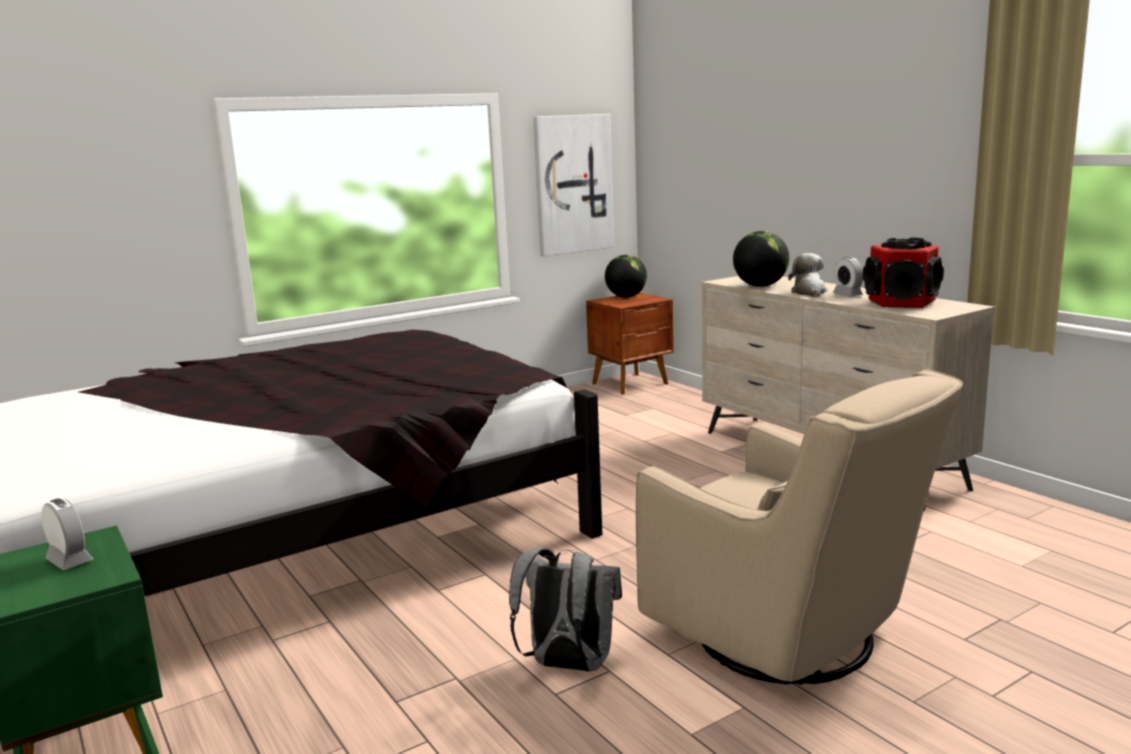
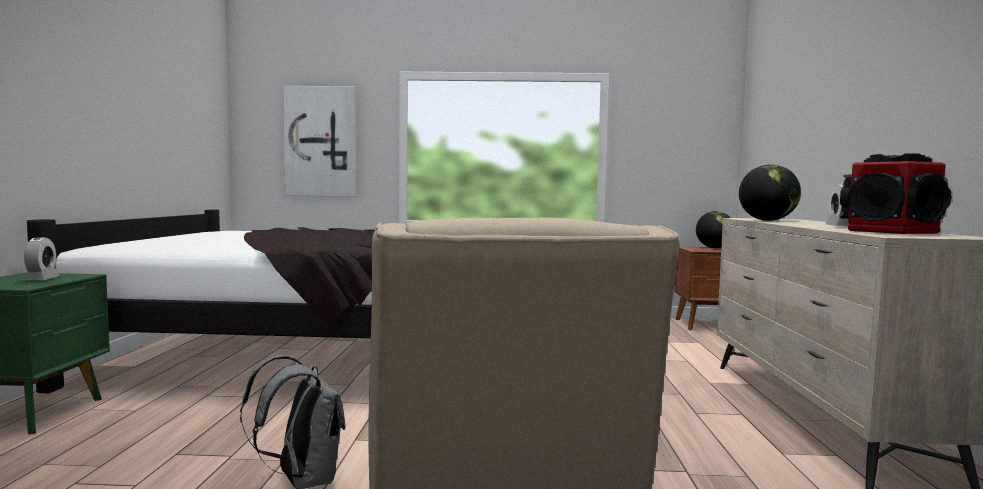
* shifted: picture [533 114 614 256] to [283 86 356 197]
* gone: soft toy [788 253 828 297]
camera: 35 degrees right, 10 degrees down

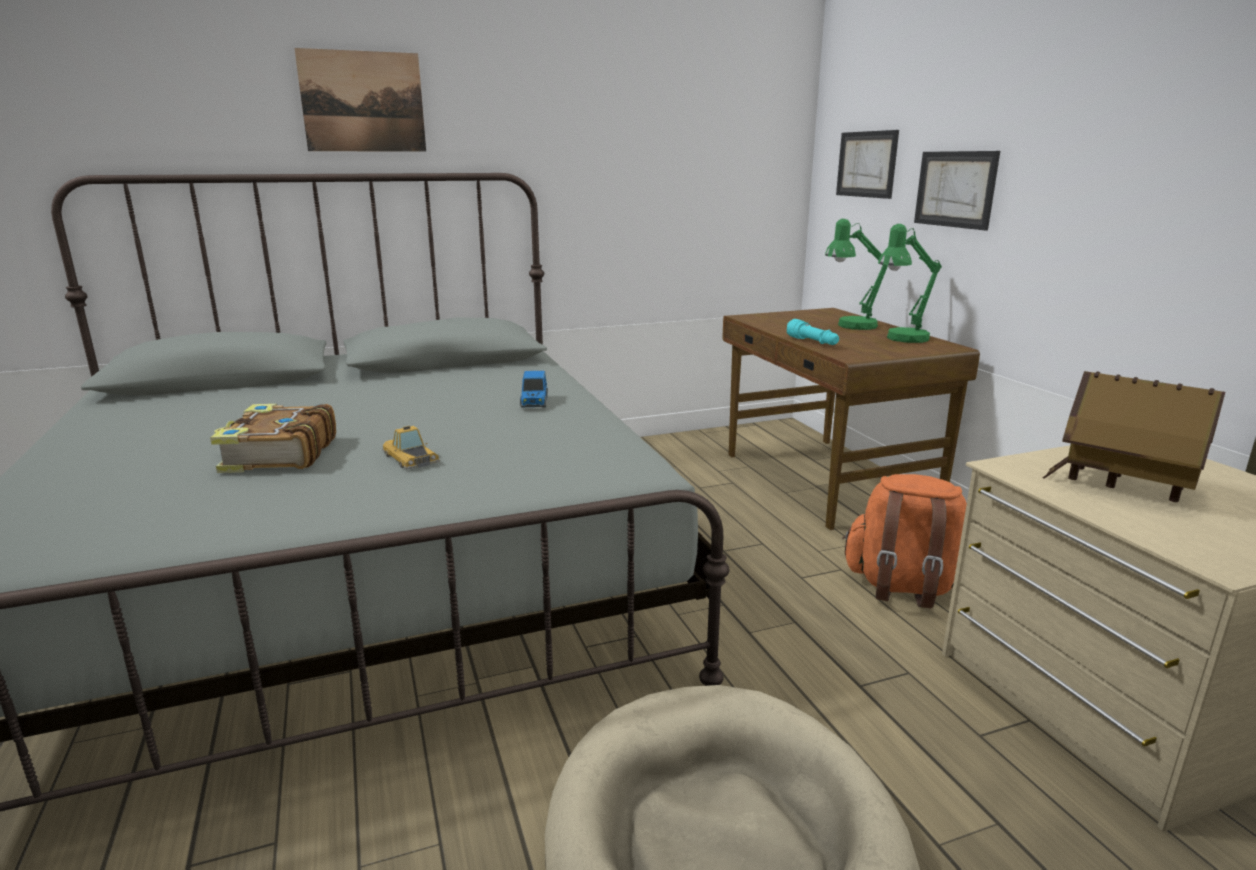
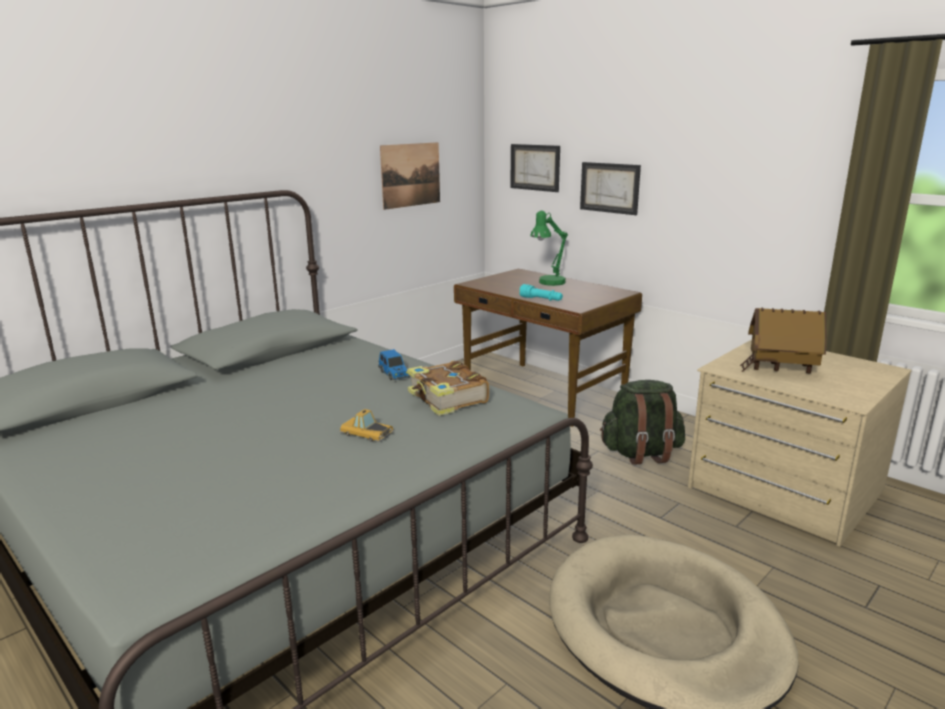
* shifted: picture [294 48 426 152] to [380 142 440 210]
* shifted: book [210 404 336 473] to [407 361 489 416]
* repainted: orange-coloured rucksack [842 474 967 609] to green rucksack [600 380 685 465]
* gone: green lamp for a table [878 224 942 343]
camera: 25 degrees left, 0 degrees up

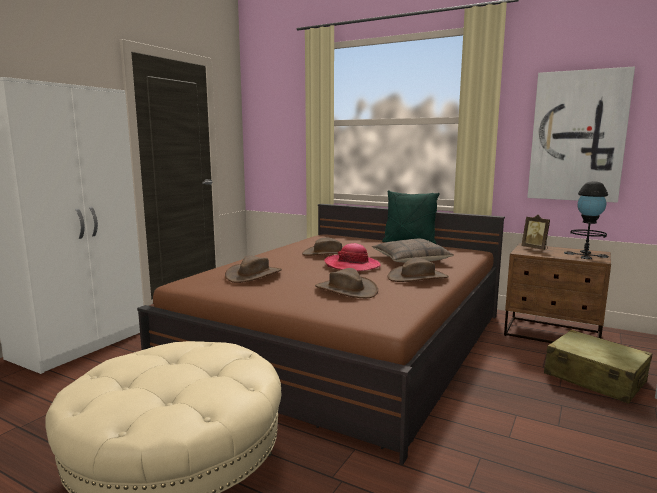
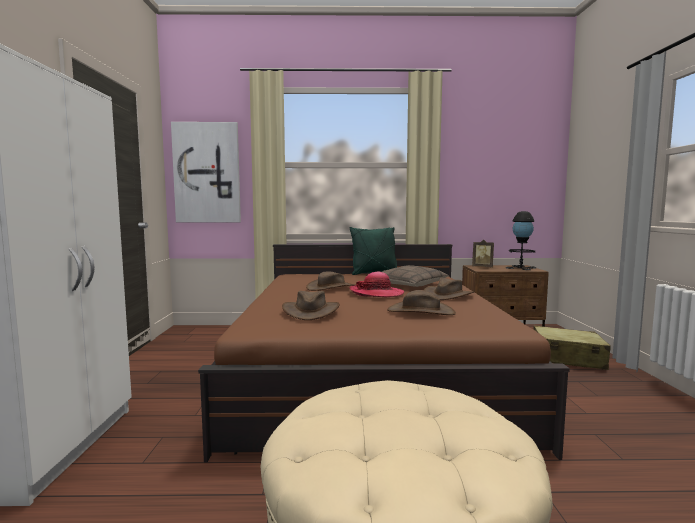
* shifted: picture [527 67 635 203] to [171 122 241 222]
camera: 30 degrees left, 5 degrees down

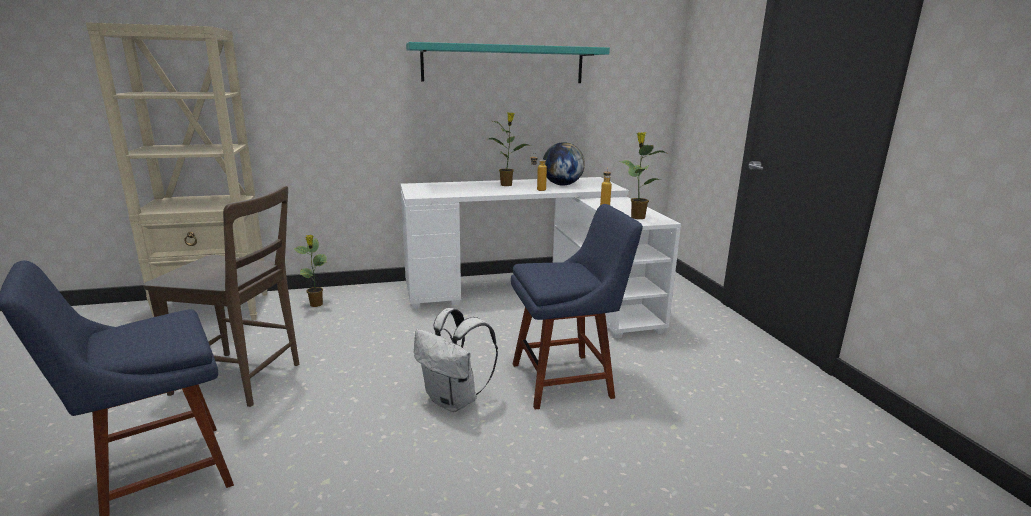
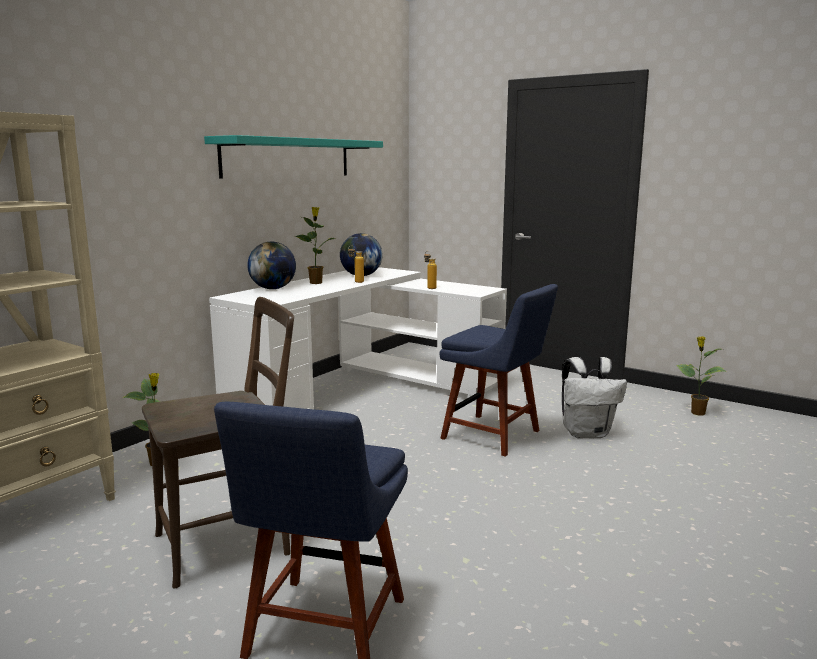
* new: world globe [247 242 296 289]
* rotated: bluish chair [511 204 643 410] = [439 284 558 457] 90 degrees clockwise
* shifted: whitish rucksack [414 308 498 412] to [562 357 627 438]
* shifted: houseplant [620 132 666 219] to [676 336 725 415]
camera: 40 degrees left, 5 degrees down

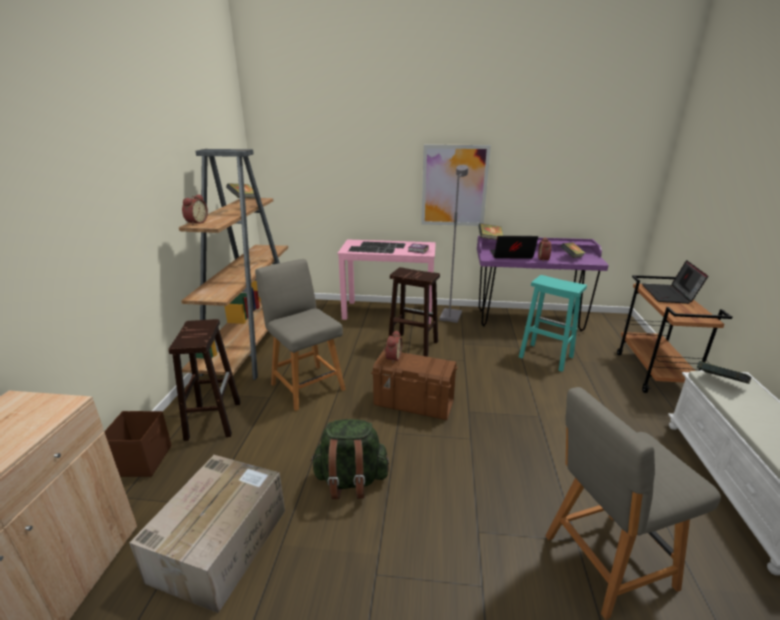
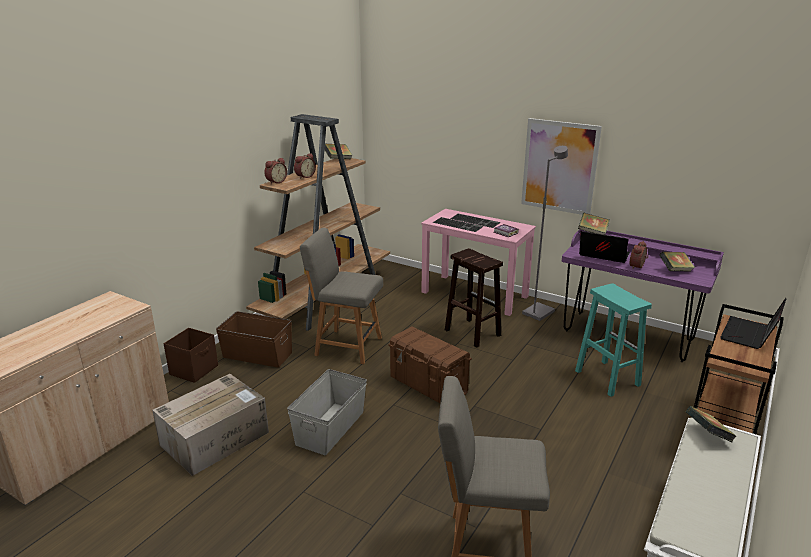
* swapped: brownish stool seat [168 319 240 441] to brownish storage box [216 311 292 368]
* swapped: green rucksack [311 419 389 499] to greyish storage box [287 369 367 455]
* shifted: bedside clock [384 331 402 363] to [294 153 316 179]
* rotated: greyish chair [255 259 346 411] = [300 228 383 364] 60 degrees counterclockwise
camera: 25 degrees right, 0 degrees up

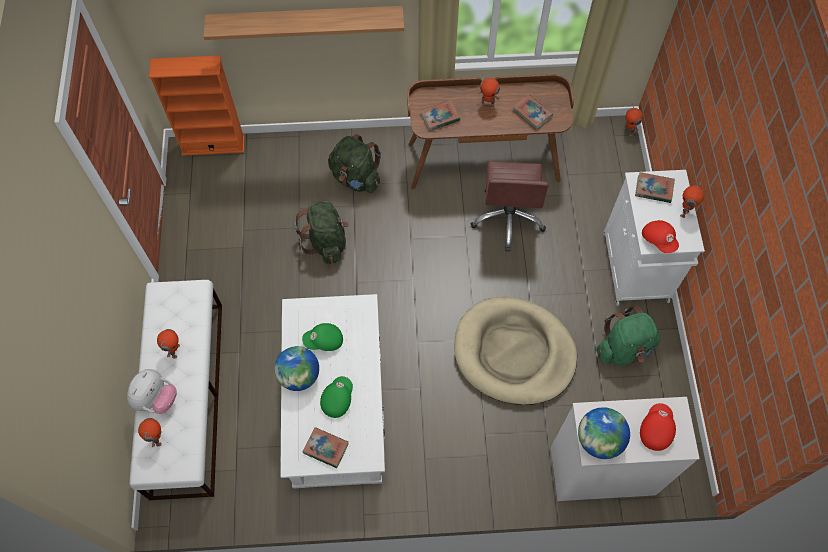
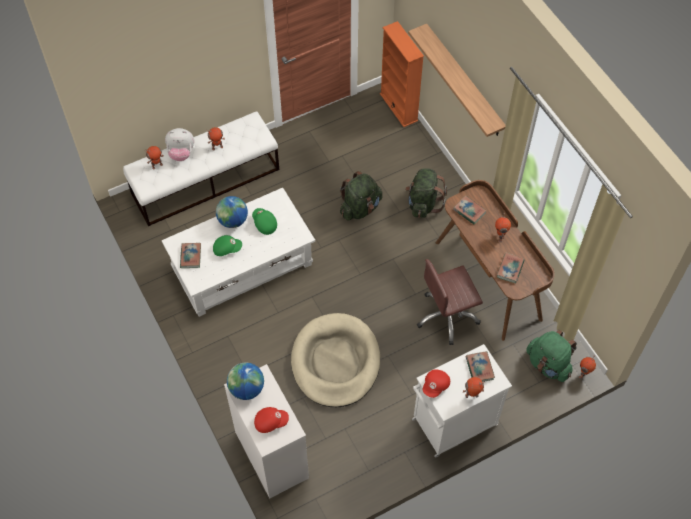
* shifted: green rucksack [596 305 661 366] to [526 330 577 382]
camera: 65 degrees right, 5 degrees down

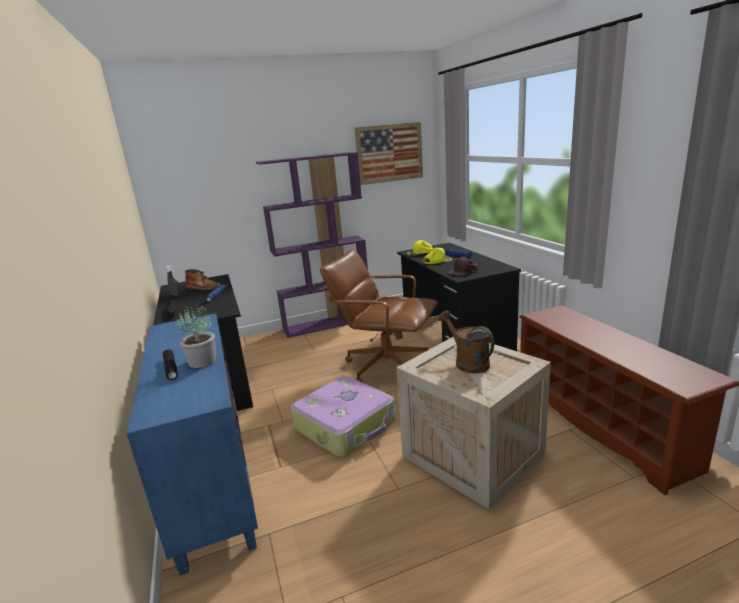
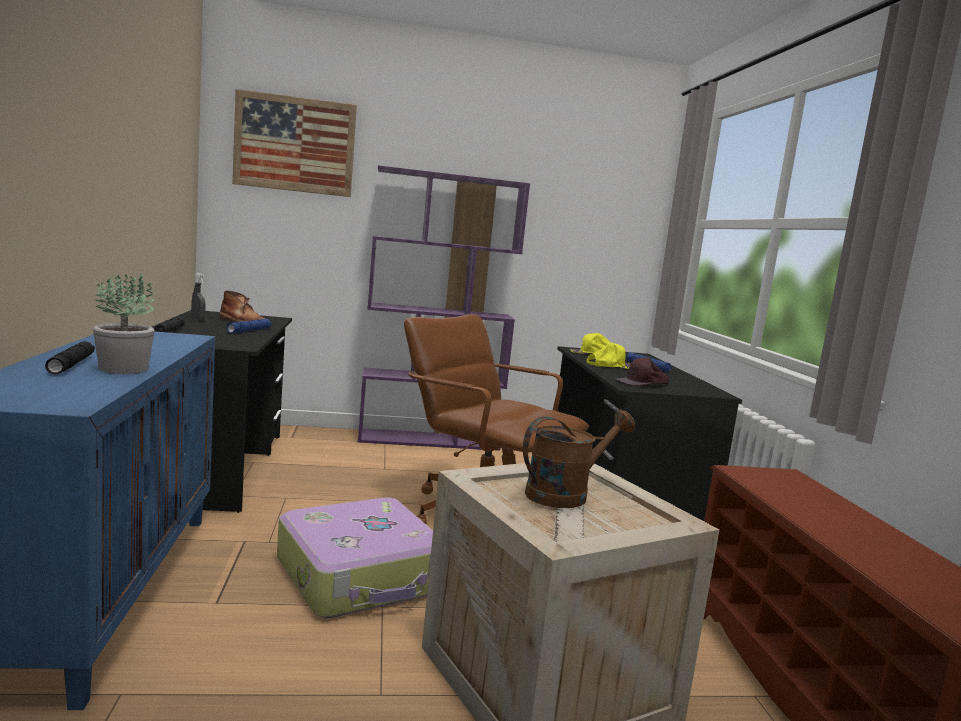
* shifted: picture [354 122 423 185] to [232 89 357 197]
* rotated: brownish watering pot [438 311 494 373] = [523 409 635 508] 75 degrees clockwise
camera: 10 degrees right, 10 degrees down

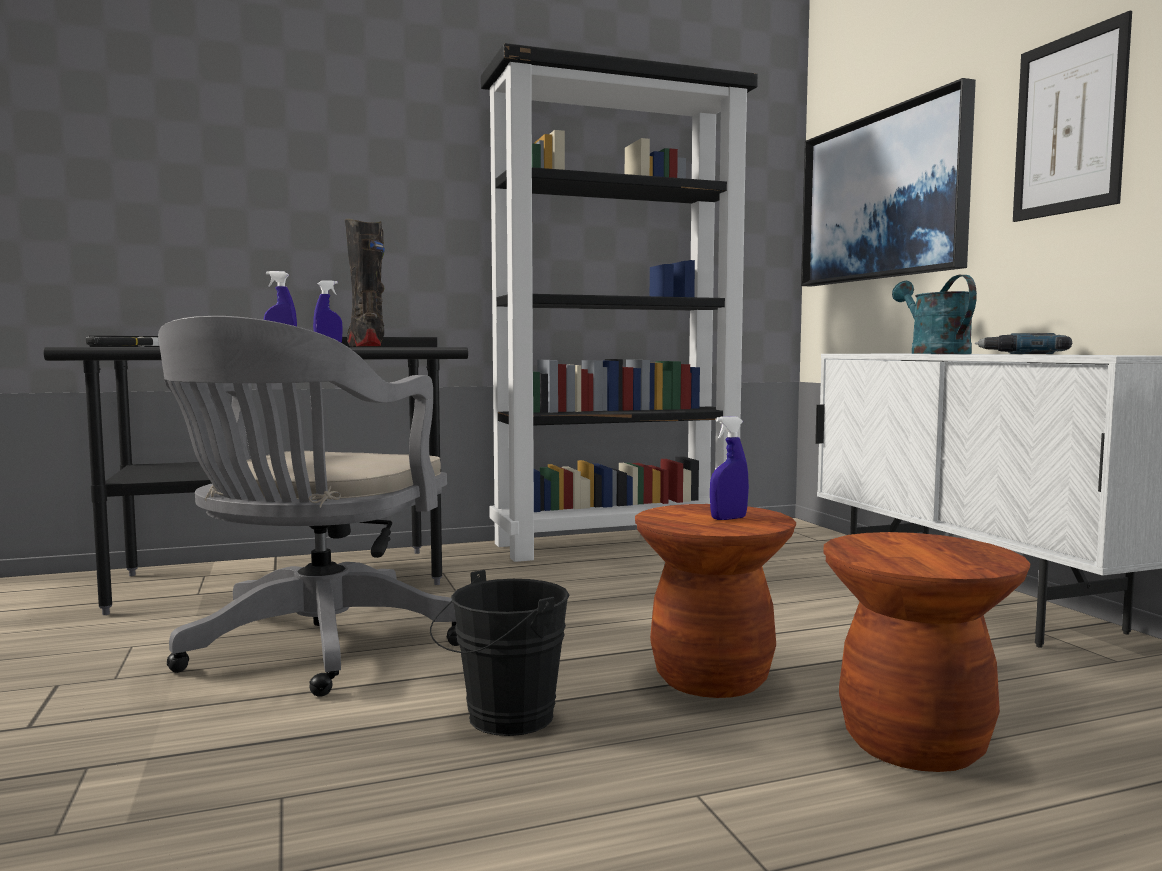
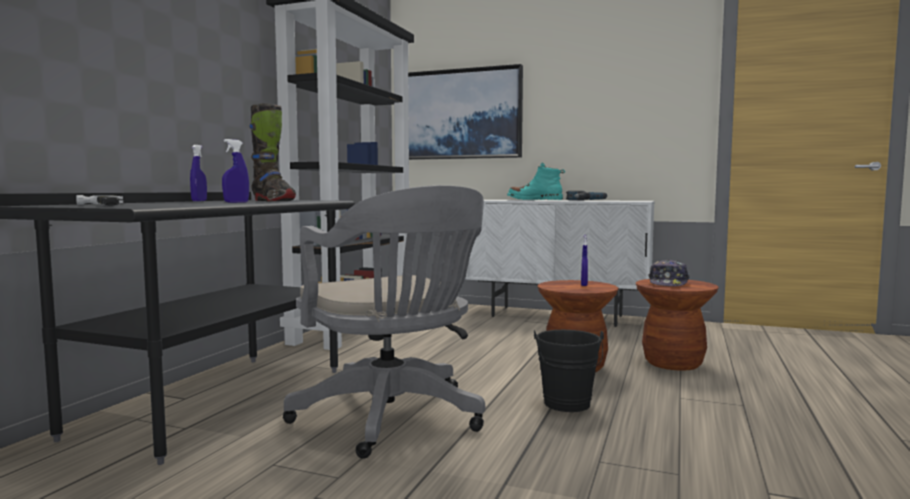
* rotated: blackish high-top boot [345 219 385 347] = [249 103 296 201] 150 degrees counterclockwise
* swapped: turquoise watering pot [892 275 977 354] to turquoise high-top boot [507 162 565 200]
* new: cap [649 259 690 286]
* gone: picture [1013 11 1132 222]
camera: 50 degrees left, 0 degrees up

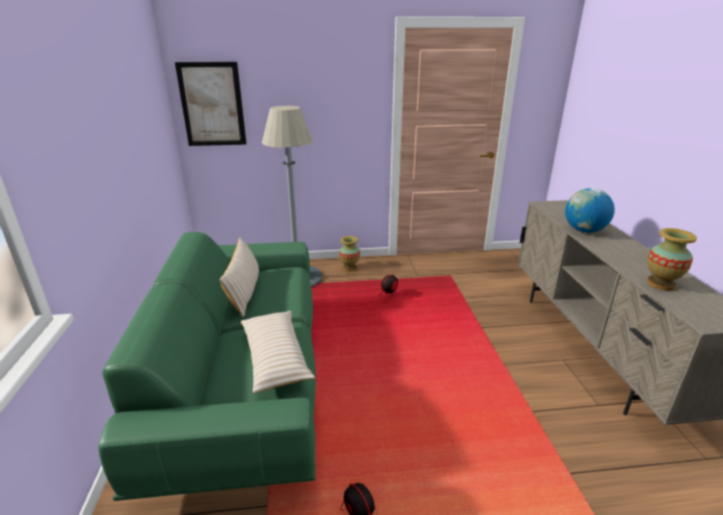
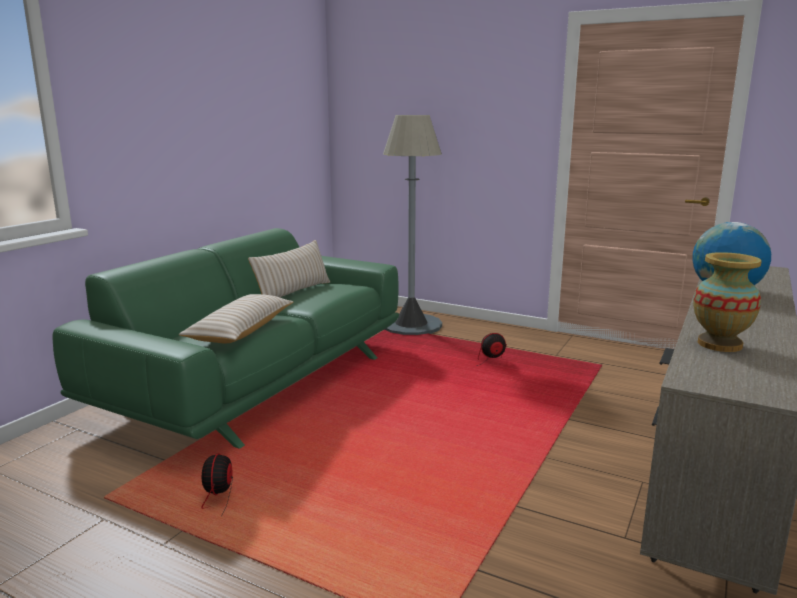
* gone: picture [175 62 246 146]
* gone: vase [339 236 360 271]
camera: 35 degrees right, 10 degrees down

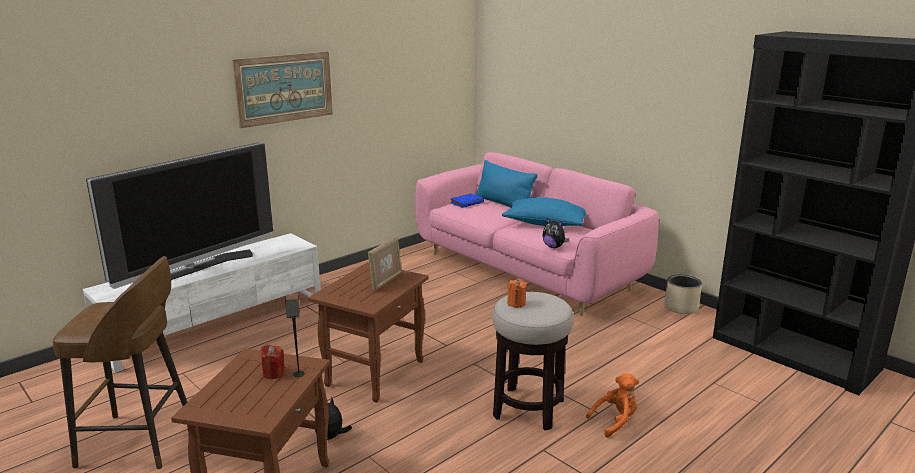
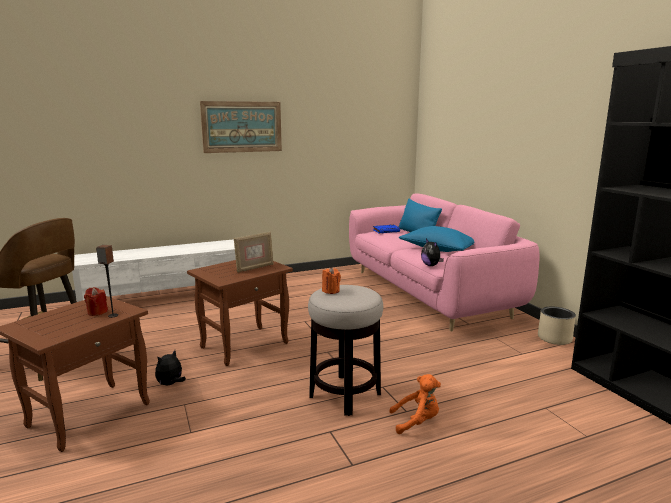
* gone: television [86 142 273 289]
camera: 20 degrees right, 5 degrees down

